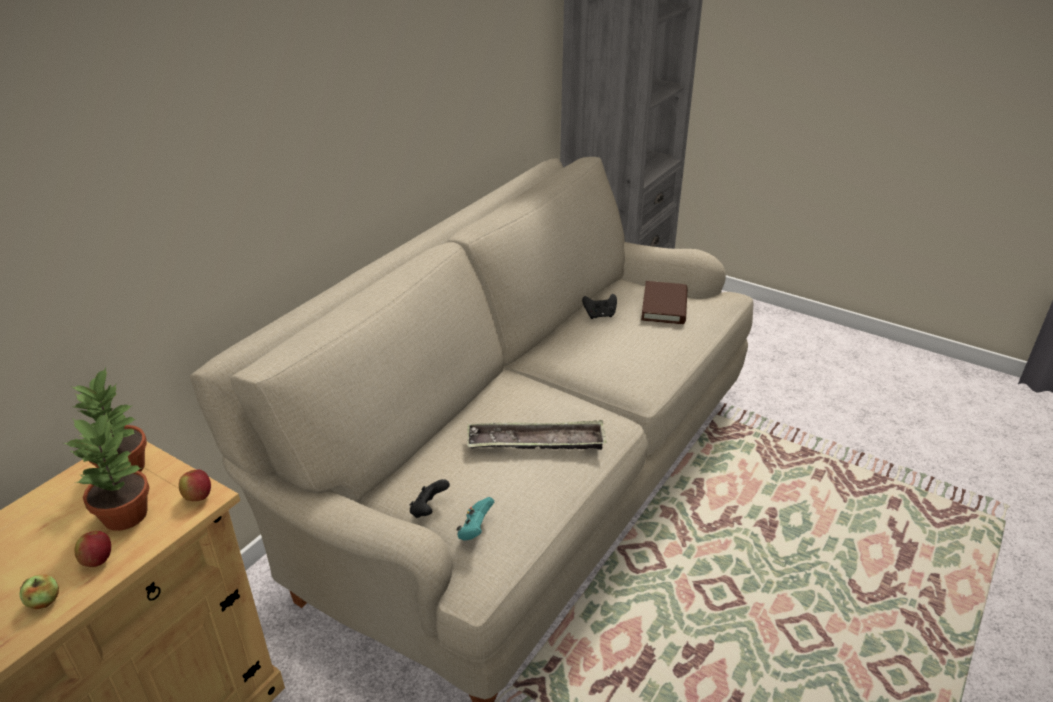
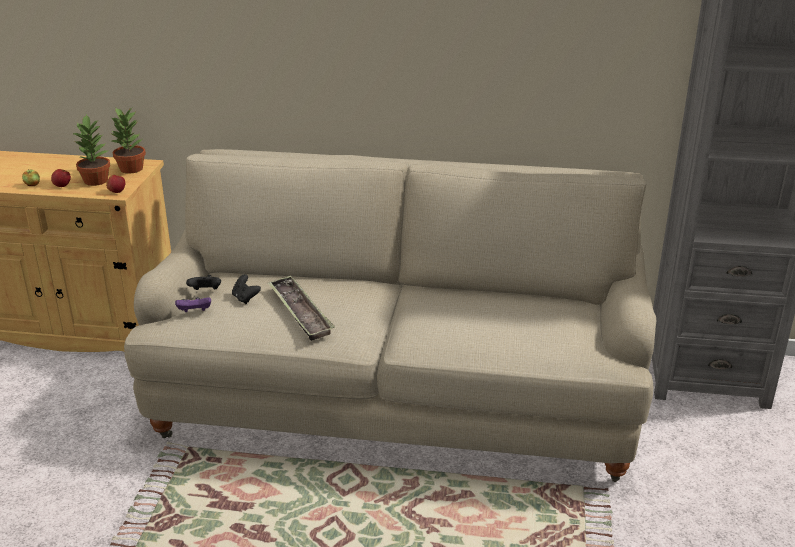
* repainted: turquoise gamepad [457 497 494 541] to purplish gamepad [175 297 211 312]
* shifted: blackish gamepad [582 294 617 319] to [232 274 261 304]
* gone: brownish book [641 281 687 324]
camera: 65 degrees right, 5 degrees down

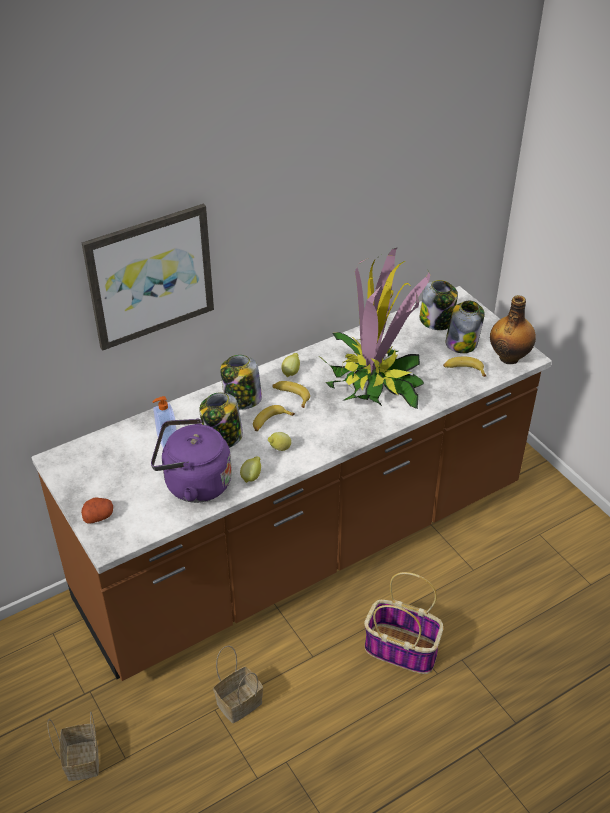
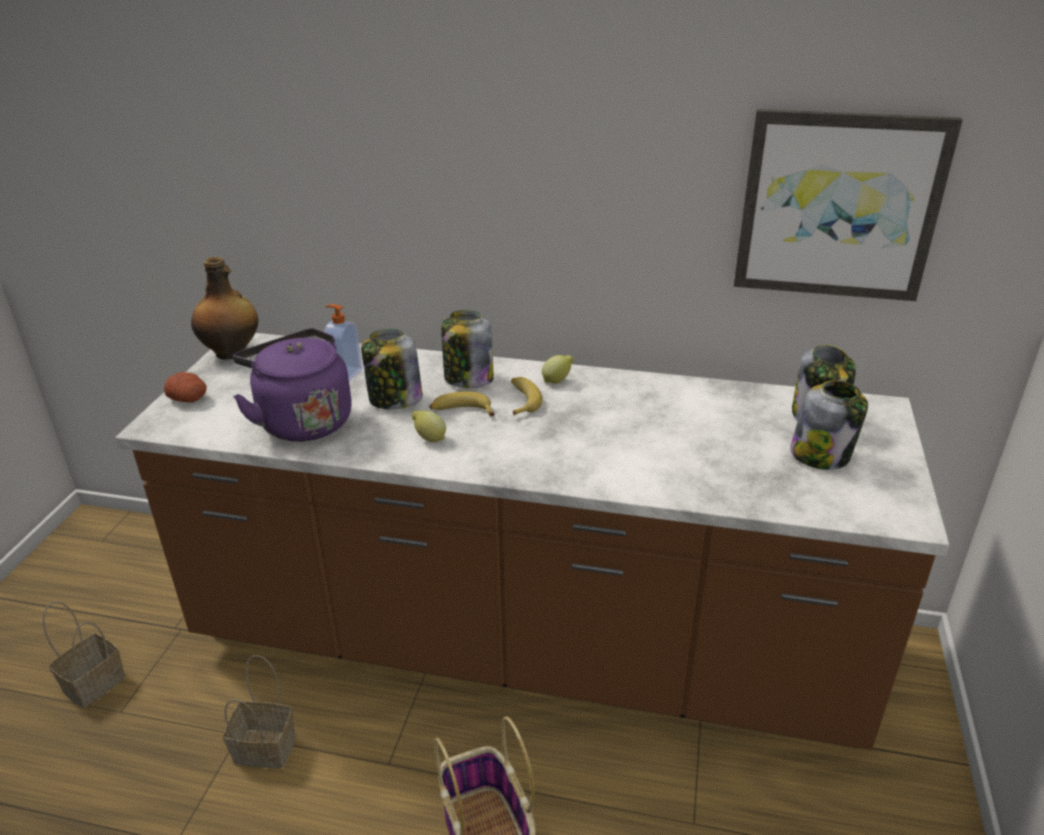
* shifted: drink bottle [490 295 536 364] to [191 257 258 360]
* shifted: picture [82 204 214 351] to [734 109 962 301]
* gone: whole lemon [240 456 261 483]
* gone: houseplant [320 248 430 409]
* gone: whole banana [443 357 486 377]
camera: 45 degrees right, 10 degrees down

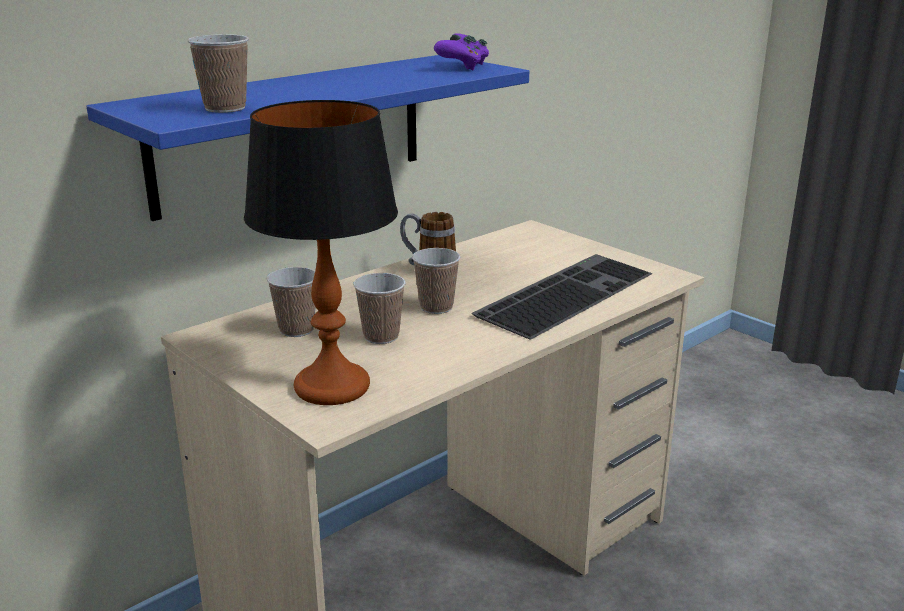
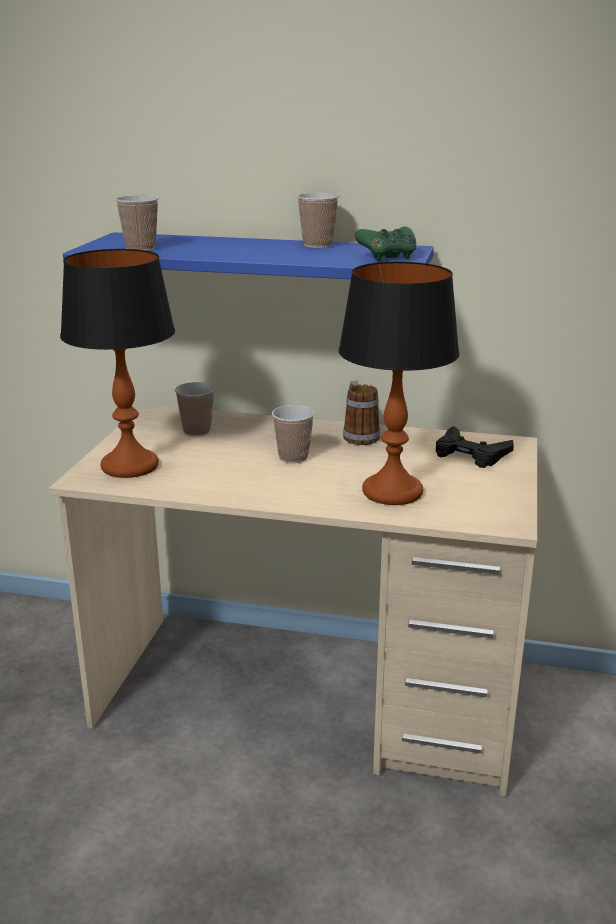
* shifted: drinking cup [353 273 406 344] to [297 193 339 248]
* swapped: keyboard [472 254 653 340] to lamp for a table [338 262 460 505]
* repainted: purplish gamepad [434 33 489 71] to green gamepad [355 226 416 261]
* new: blackish gamepad [436 426 514 468]
camera: 55 degrees right, 0 degrees up

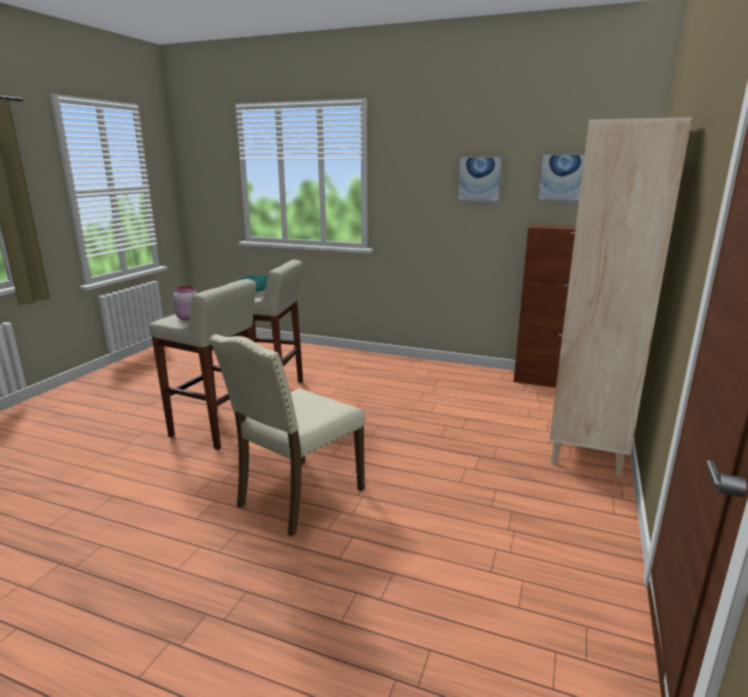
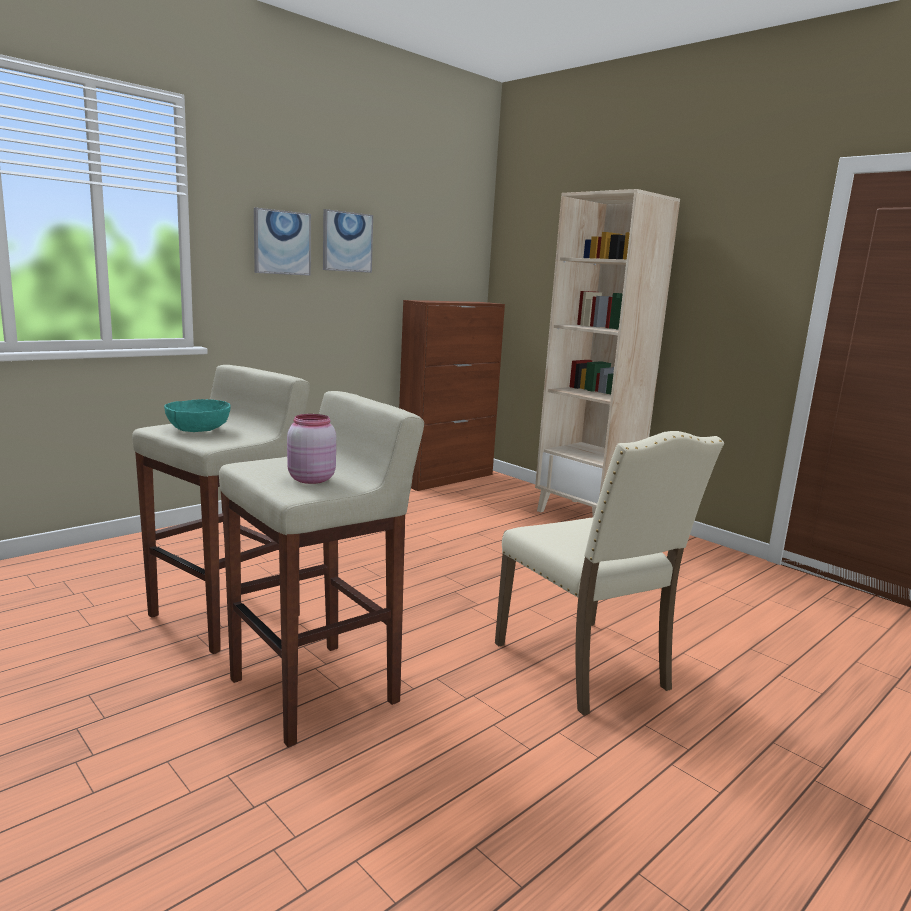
* shifted: picture [537 154 585 202] to [254 207 311 276]
camera: 65 degrees left, 5 degrees down

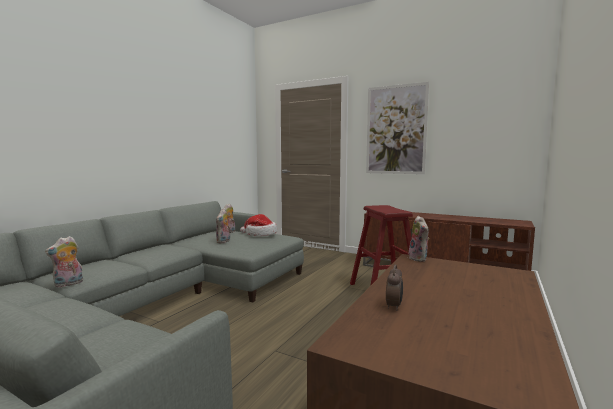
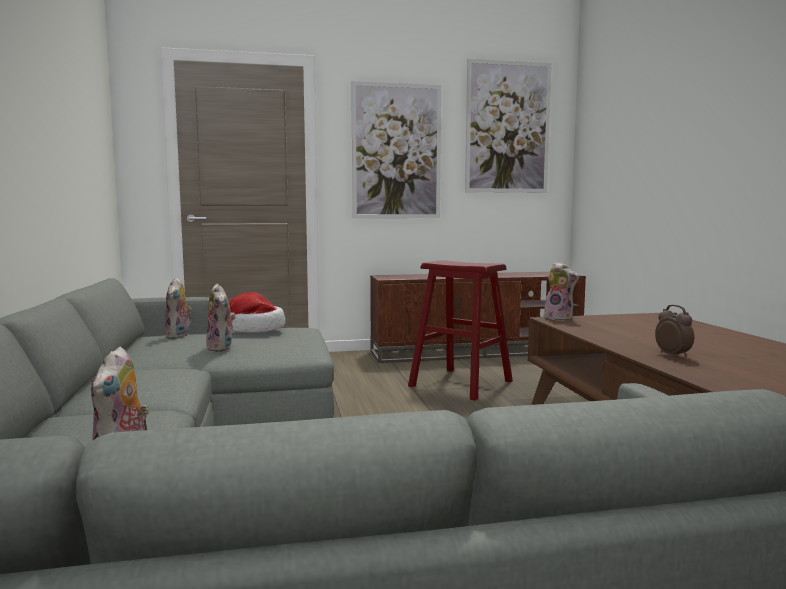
* new: picture [465 59 552 193]
camera: 40 degrees left, 0 degrees up

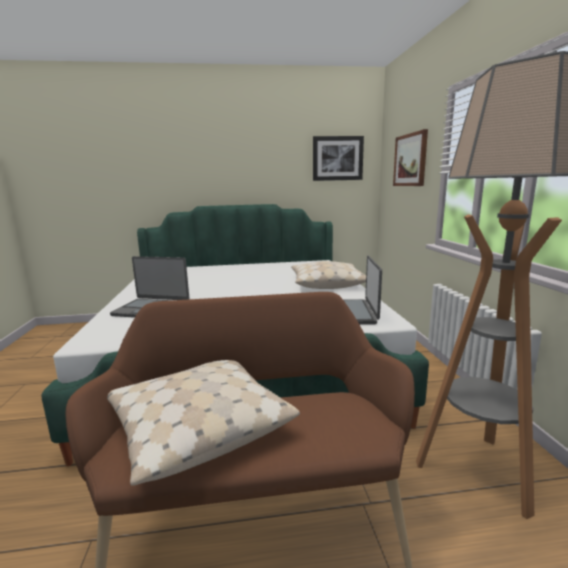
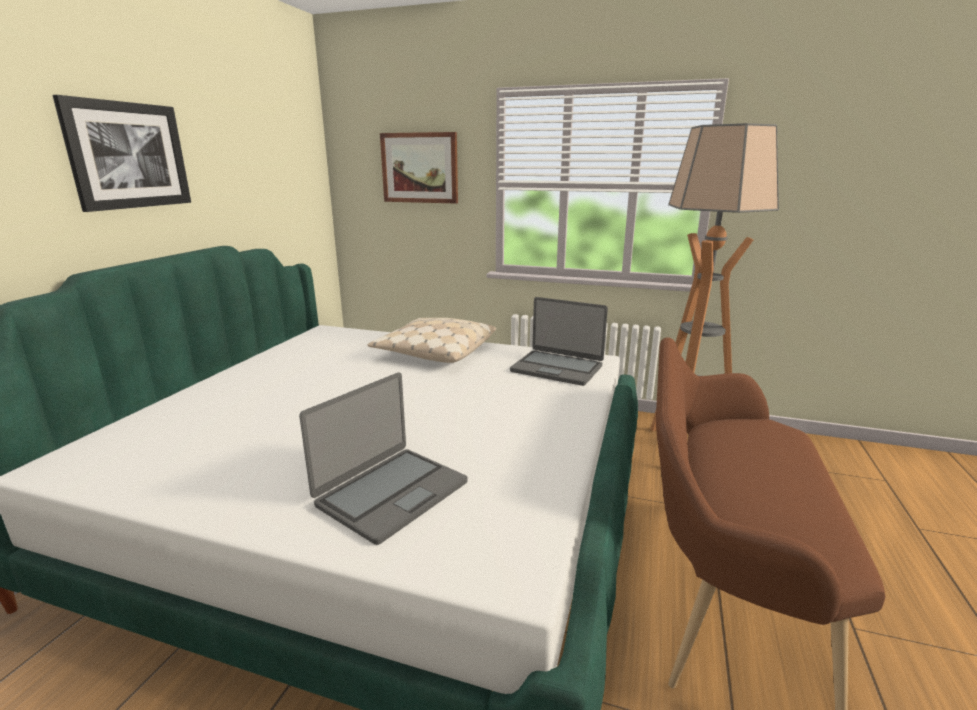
* shifted: picture [313 136 364 181] to [52 95 191 212]
* gone: beige throw pillow [107 360 300 486]
camera: 65 degrees left, 5 degrees up

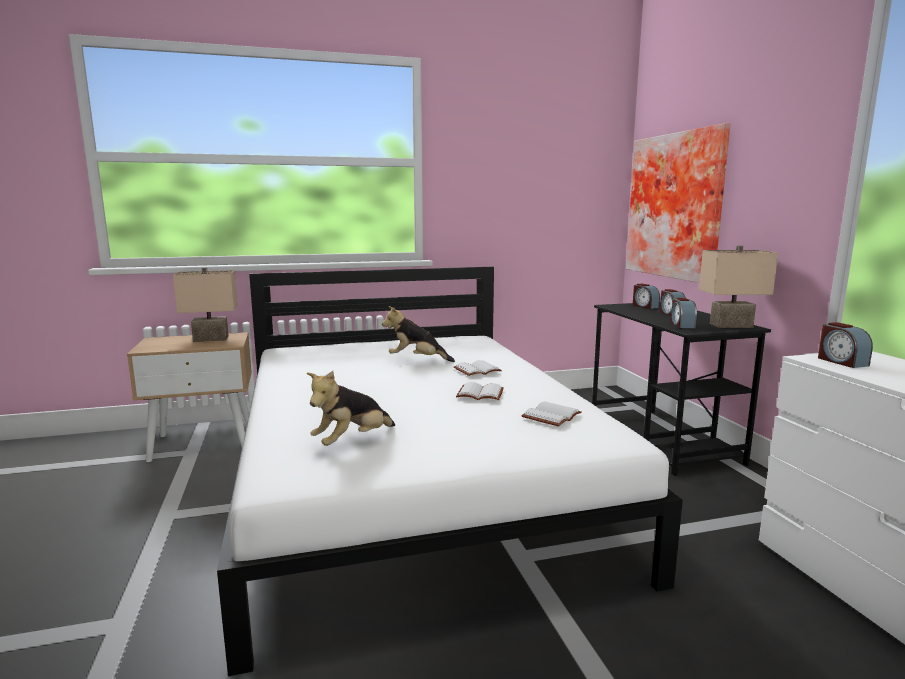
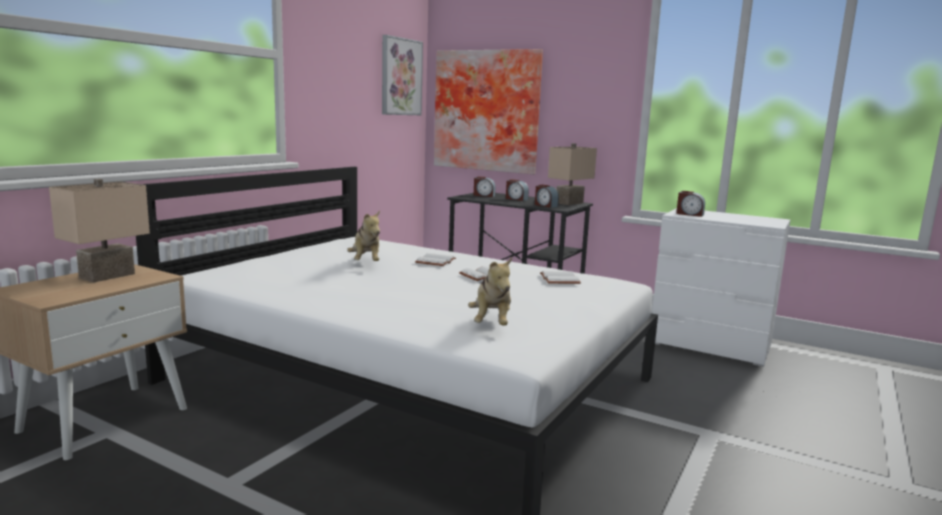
* rotated: soft toy [382 306 455 362] = [347 211 380 261] 75 degrees counterclockwise
* new: picture [382 35 423 115]
camera: 45 degrees left, 0 degrees up

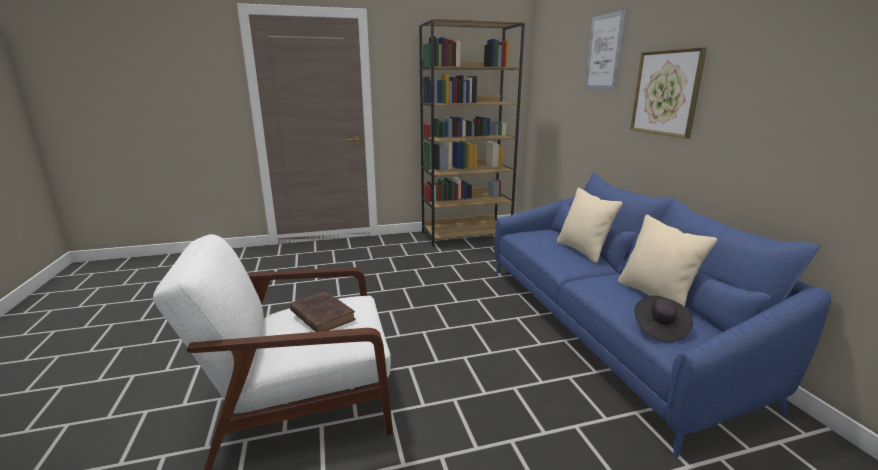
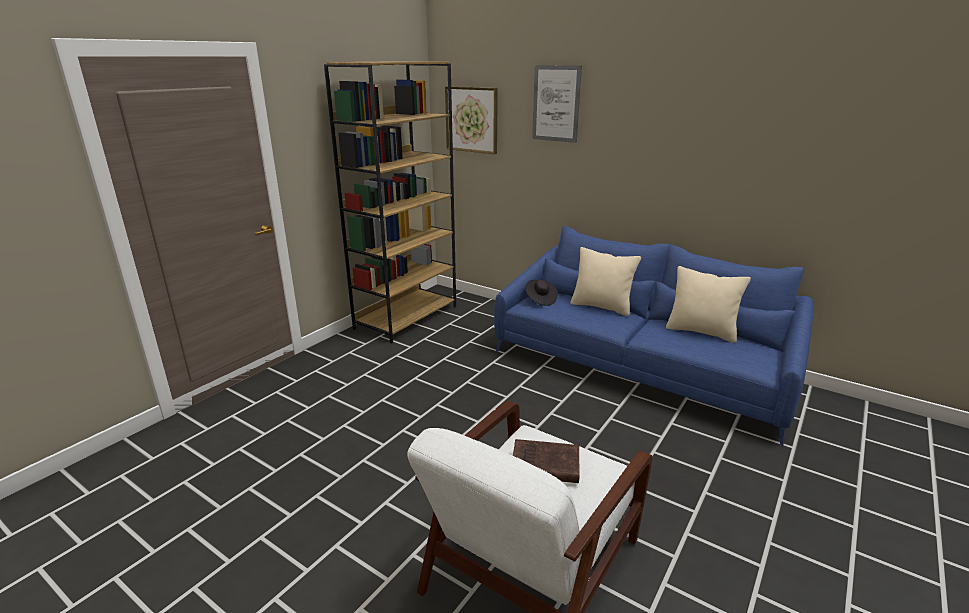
* shifted: picture [630 47 707 139] to [445 86 498 154]
* shifted: blackish hat [634 295 693 342] to [525 280 558 306]
camera: 40 degrees left, 5 degrees up

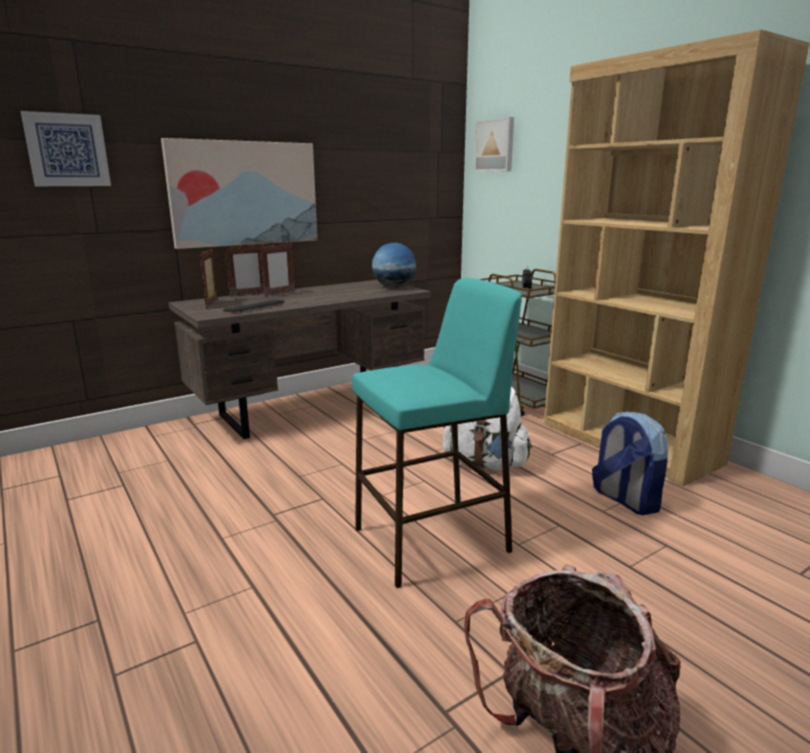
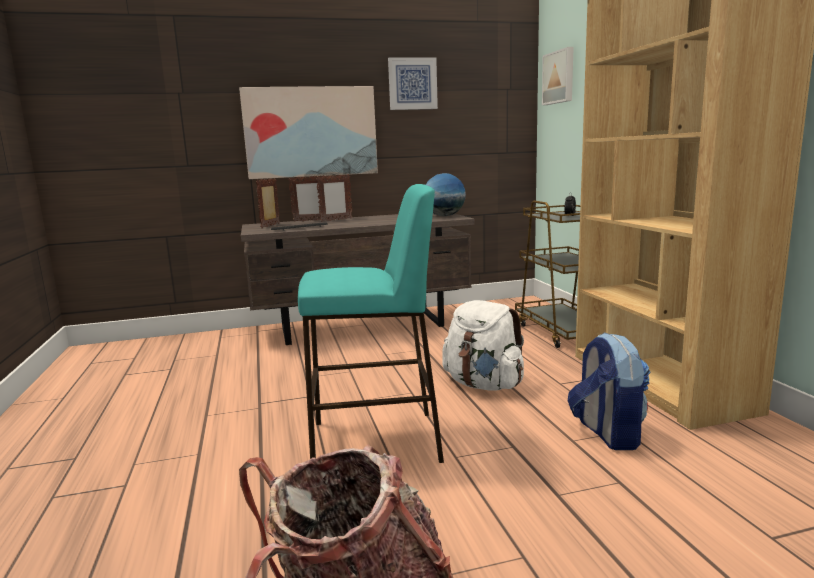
* shifted: picture [21 111 111 186] to [388 57 438 110]
camera: 20 degrees right, 5 degrees down

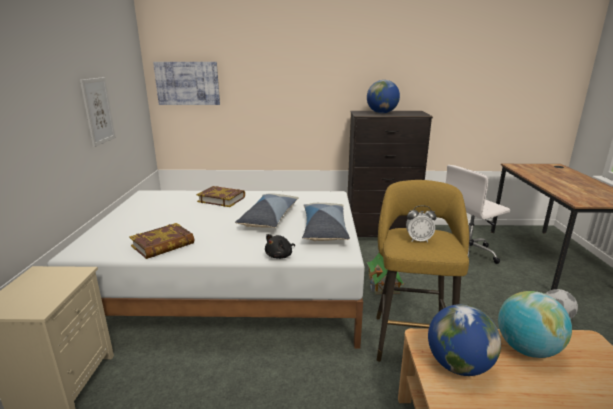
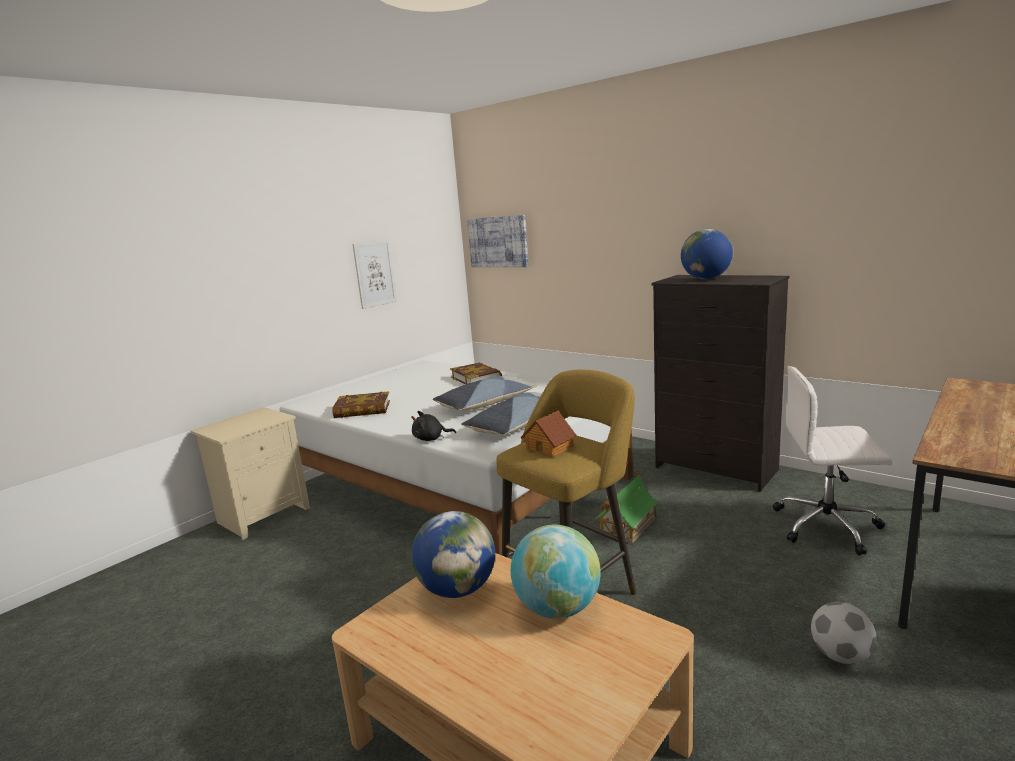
* swapped: bedside clock [406 205 436 243] to model house [521 410 577 457]
camera: 40 degrees right, 5 degrees down

